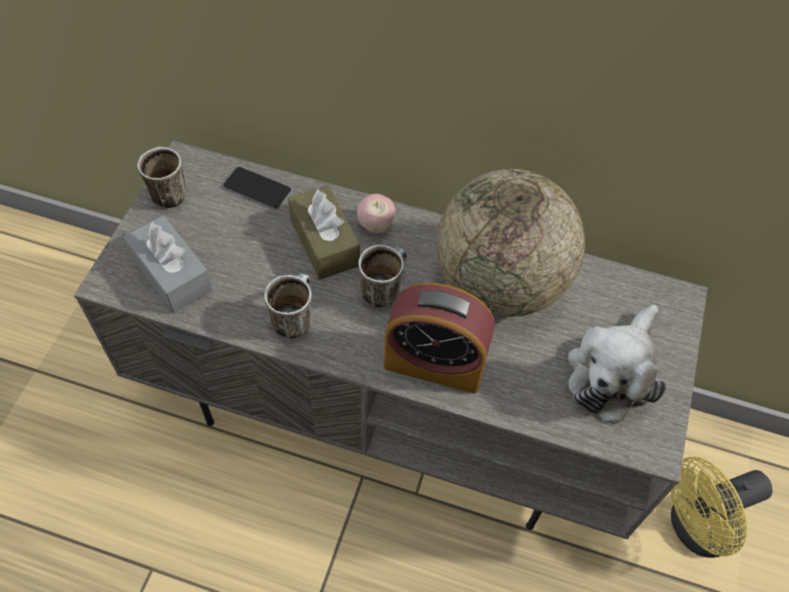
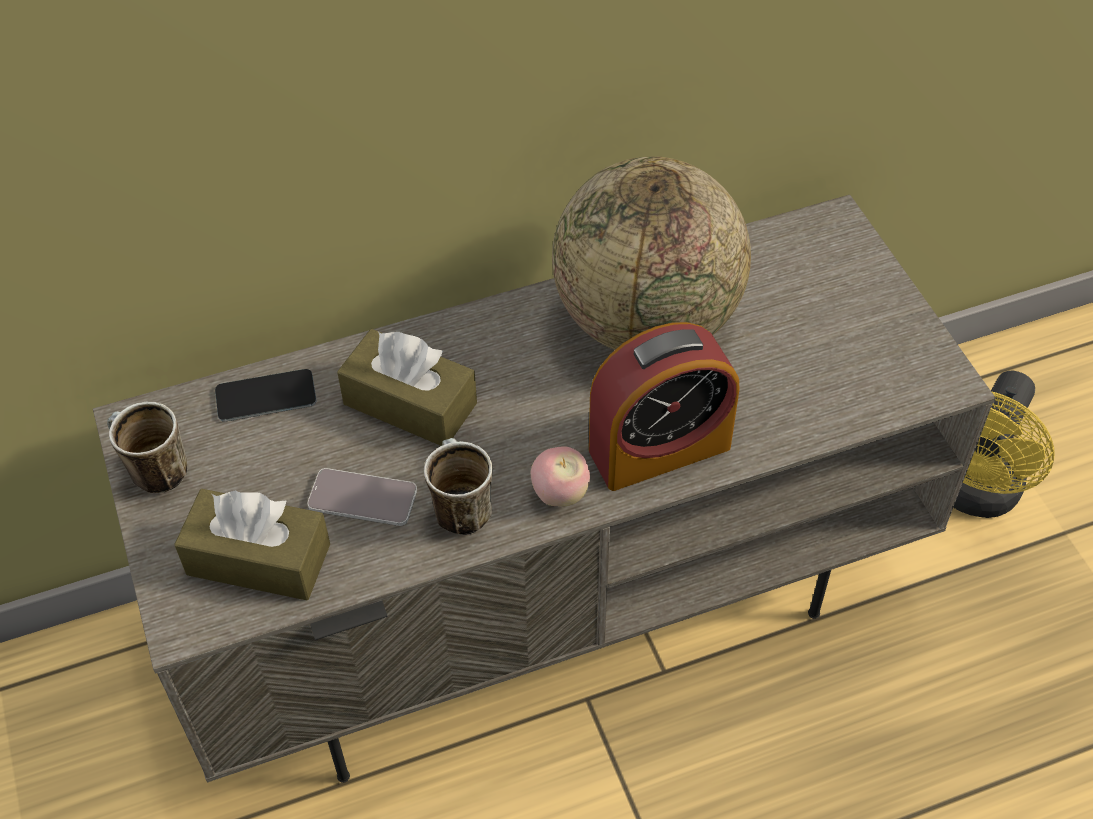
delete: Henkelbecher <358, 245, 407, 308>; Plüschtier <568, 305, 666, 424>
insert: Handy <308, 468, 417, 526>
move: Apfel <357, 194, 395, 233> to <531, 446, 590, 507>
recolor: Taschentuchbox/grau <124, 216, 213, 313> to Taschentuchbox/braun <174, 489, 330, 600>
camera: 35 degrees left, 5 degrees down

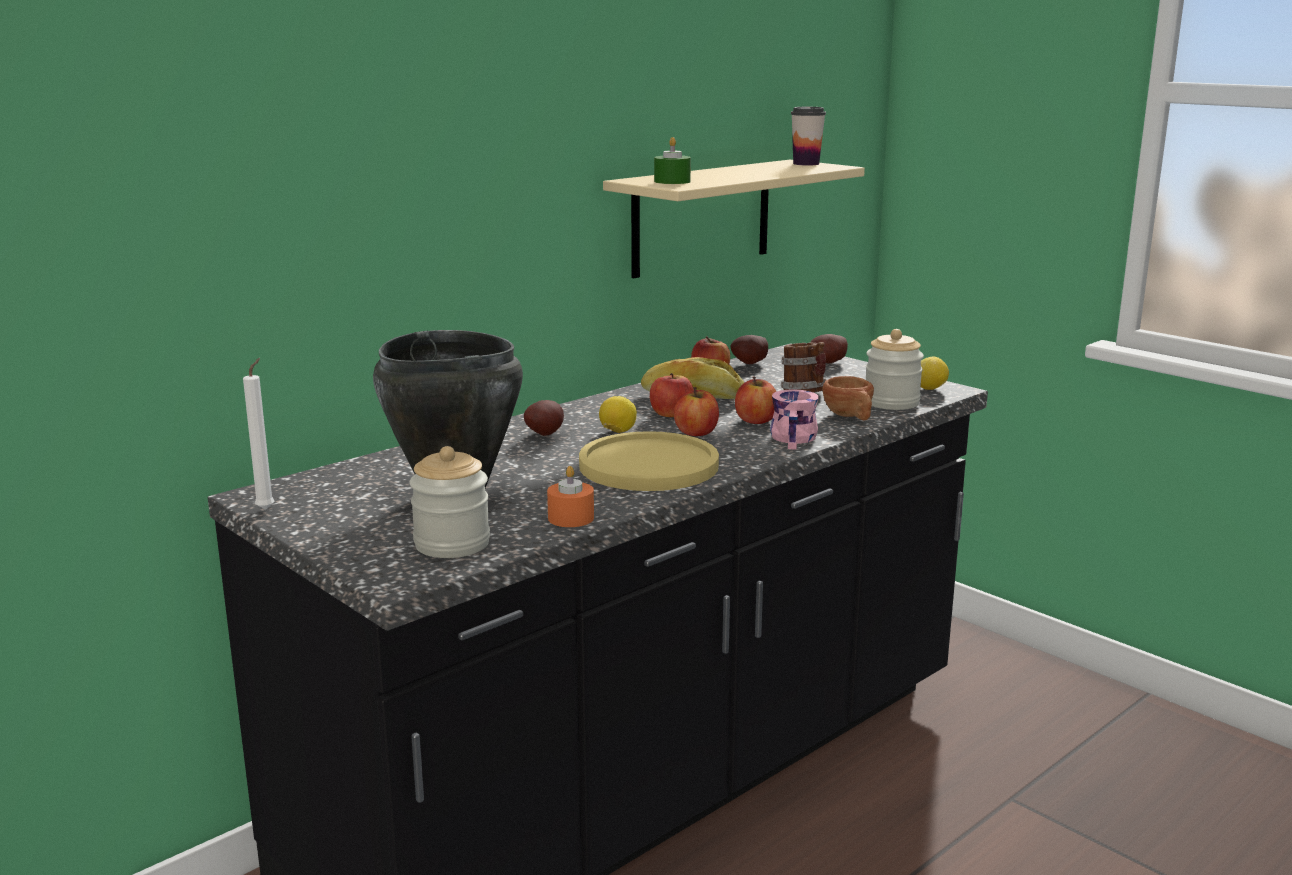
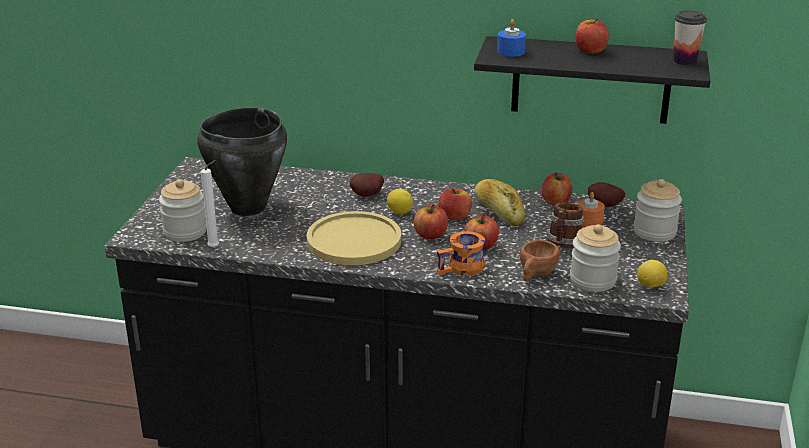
insert: Apfel <576, 19, 609, 54>
move: Kerze/weiß <243, 358, 275, 510> to <201, 160, 219, 248>; Kerze/orange <547, 466, 594, 527> to <577, 192, 605, 227>
replace: Kartoffel <810, 334, 848, 363> to Vorratsglas <633, 179, 682, 242>
recolor: Wandregal/beige <603, 160, 865, 278> to Wandregal/schwarz <474, 36, 711, 124>; Kerze/grün <654, 137, 691, 184> to Kerze/blau <497, 19, 526, 57>; Henkelbecher/rosa <770, 389, 819, 450> to Henkelbecher/orange <437, 231, 485, 276>
camera: 55 degrees right, 10 degrees up

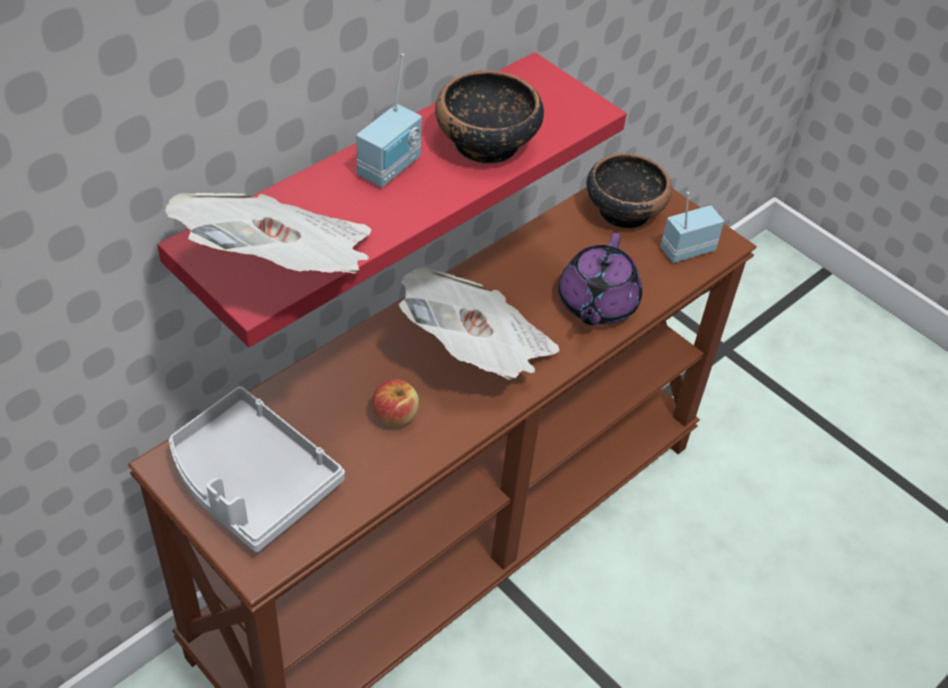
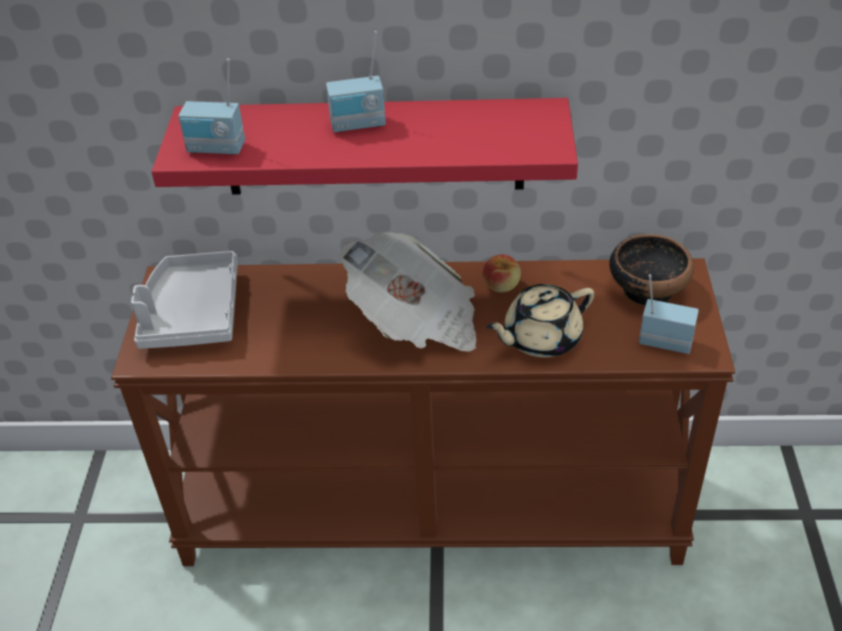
delete: Schüssel <435, 70, 544, 164>
move: Apfel <373, 379, 419, 427> to <483, 255, 521, 293>
replace: Zeitung <165, 193, 372, 274> to Radio <178, 59, 245, 155>
recolor: Teekanne/lila <559, 233, 642, 325> to Teekanne/beige <486, 284, 594, 357>
camera: 50 degrees right, 5 degrees down

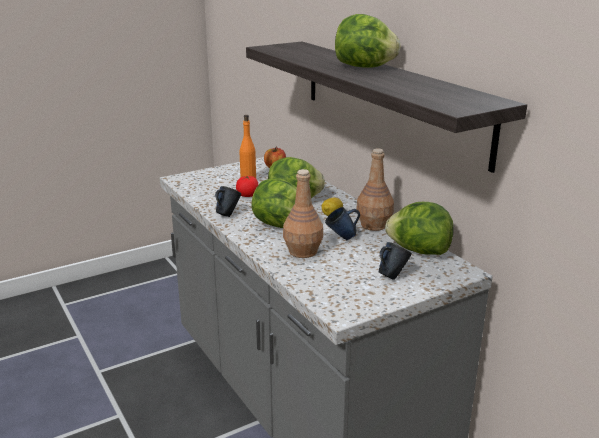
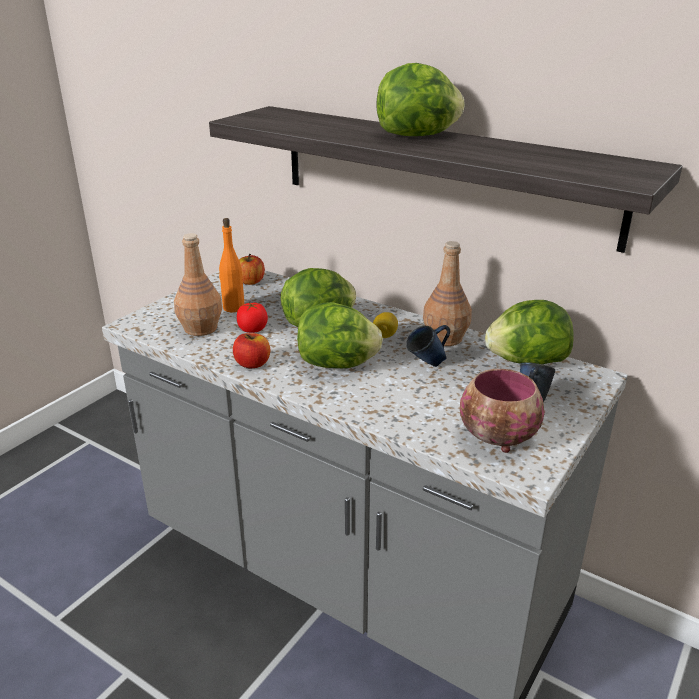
insert: Schüssel <460, 369, 545, 453>
move: Flasche/braun <283, 169, 323, 258> to <174, 233, 222, 336>
replace: Henkelbecher/blau <215, 186, 241, 217> to Apfel <233, 333, 270, 368>
camera: 25 degrees left, 5 degrees up

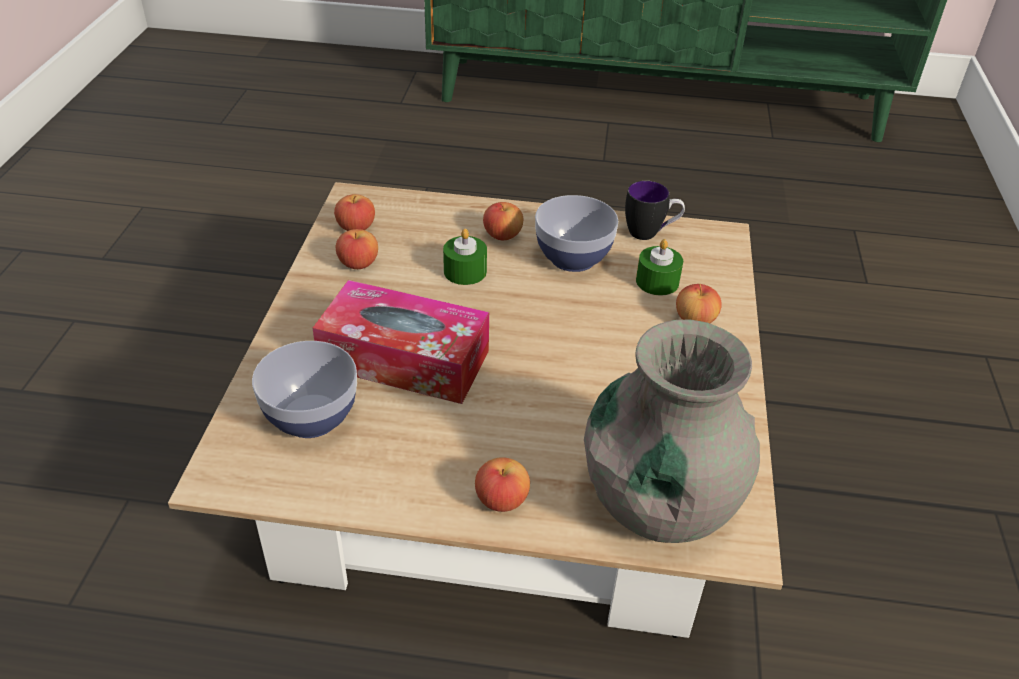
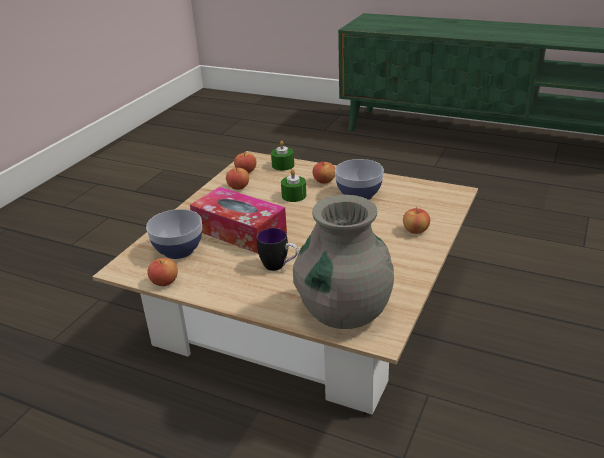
move: Apfel <475, 457, 530, 512> to <147, 258, 178, 286>; Henkelbecher <625, 181, 685, 240> to <257, 228, 298, 271>; Kerze/grün <636, 239, 683, 296> to <271, 141, 294, 171>
camera: 20 degrees right, 10 degrees down

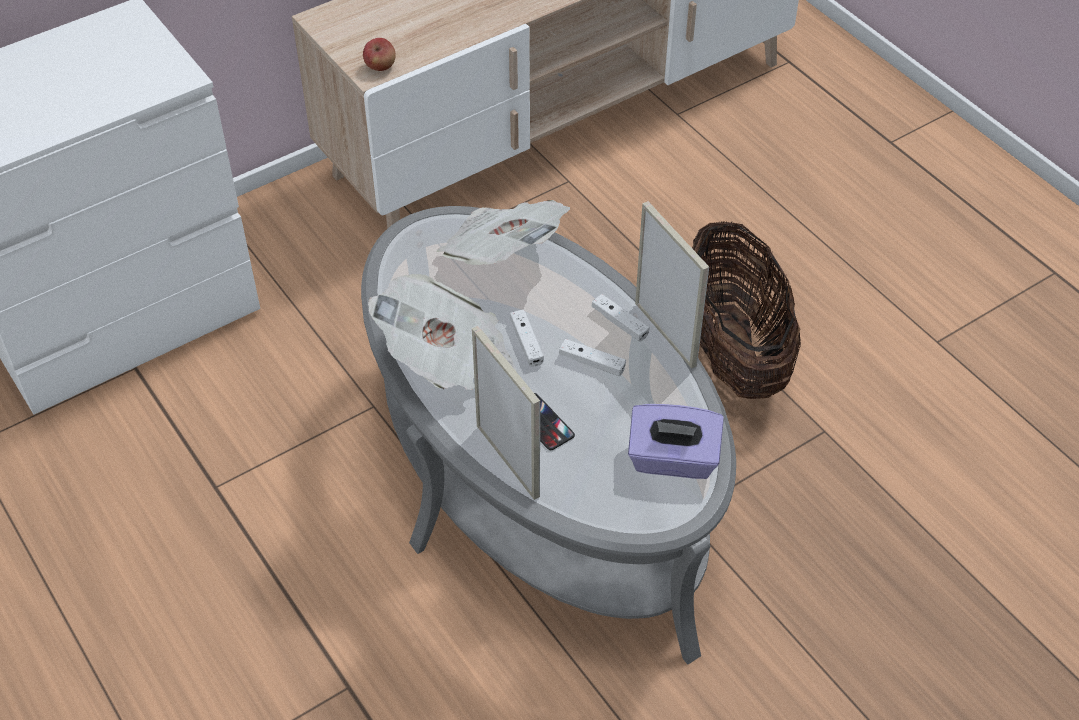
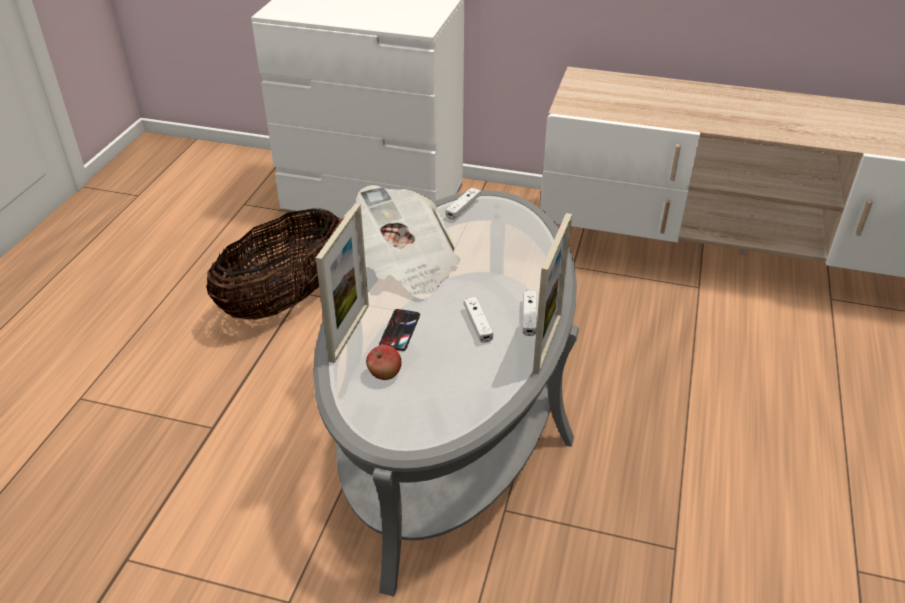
delete: Zeitung <436, 200, 570, 265>; Taschentuchbox/lila <628, 404, 724, 479>
move: Apfel <363, 38, 396, 71> to <366, 345, 401, 380>; Gamepad/weiß <510, 309, 544, 367> to <446, 187, 481, 220>; Korb <692, 221, 801, 399> to <206, 208, 341, 320>
camera: 50 degrees right, 10 degrees down

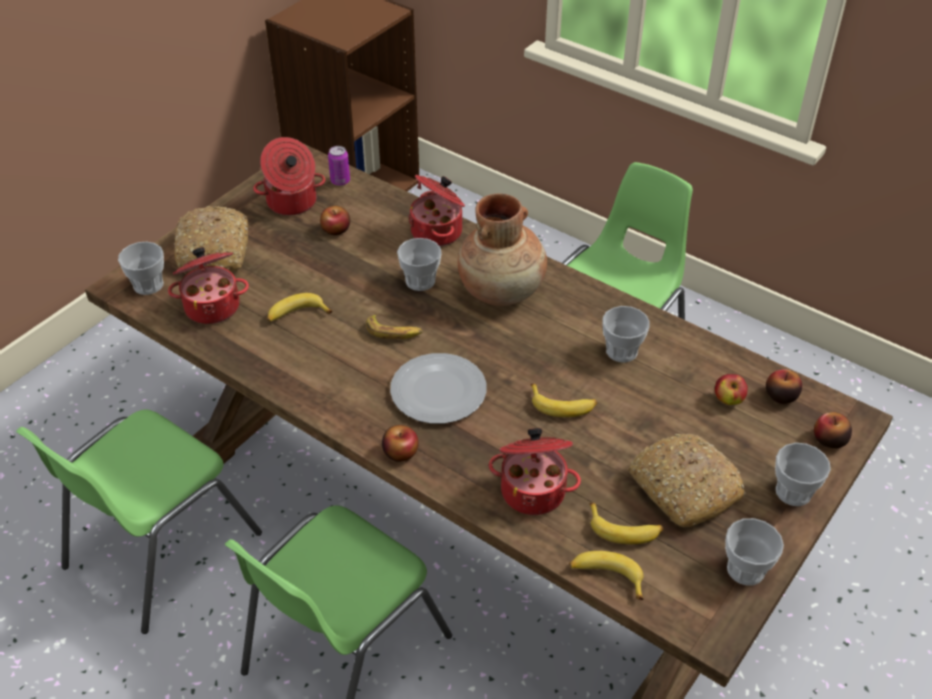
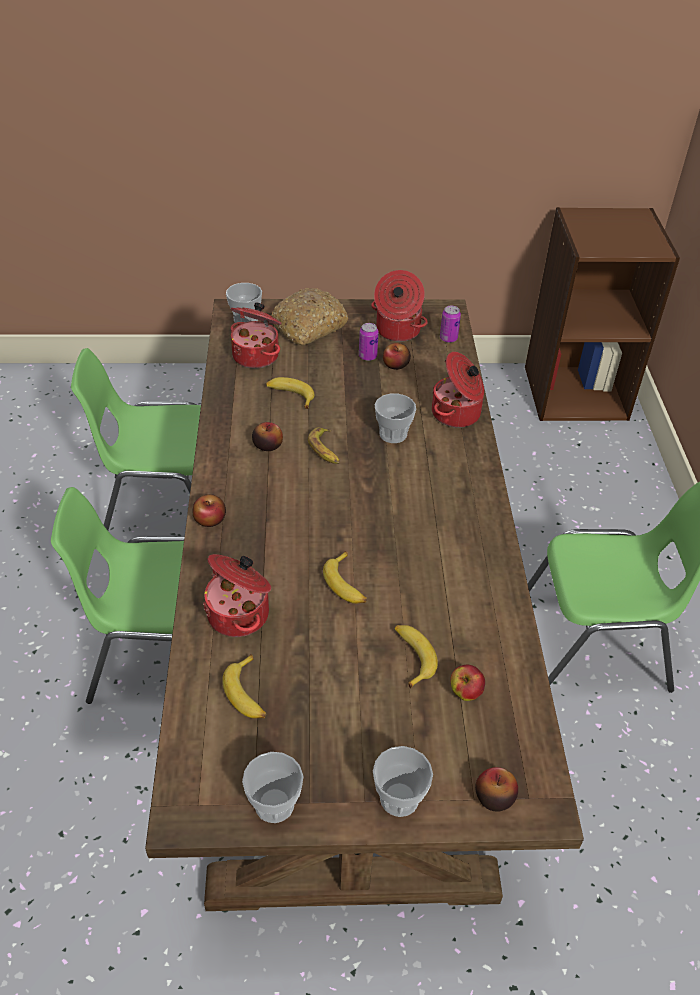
delete: Teller <390, 353, 487, 424>; Vase/braun <458, 194, 547, 306>; Tasse <602, 306, 650, 363>; Brot <628, 434, 746, 527>
insert: Dose <359, 323, 379, 361>
move: Banane <569, 551, 643, 600> to <395, 625, 438, 689>; Apfel <766, 369, 802, 404> to <252, 422, 283, 451>
camera: 50 degrees right, 0 degrees up

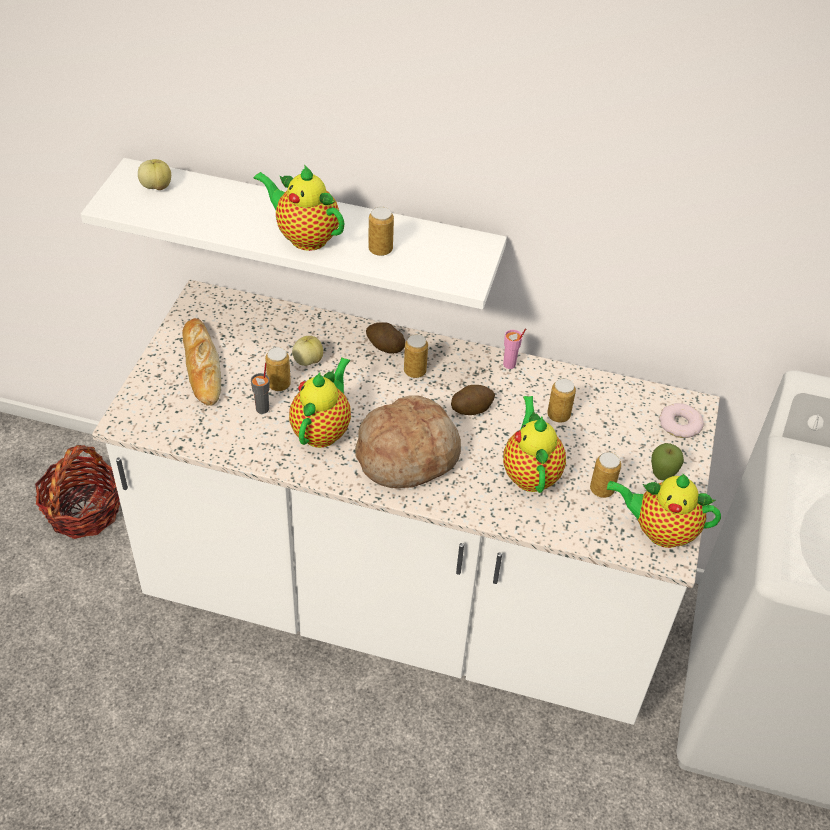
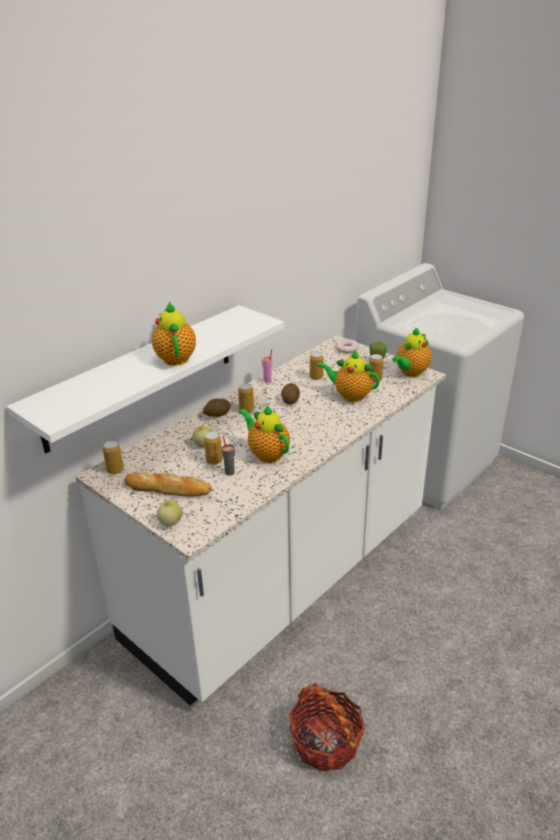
delete: Brot <355, 395, 461, 488>
move: Korb <35, 445, 120, 539> to <289, 683, 365, 771>; Apfel <138, 159, 171, 190> to <157, 501, 182, 526>; Dose <368, 207, 394, 256> to <103, 441, 124, 474>
rotate: Teekanne <253, 165, 344, 251> = <152, 301, 196, 366> 105 degrees clockwise
camera: 60 degrees left, 15 degrees down

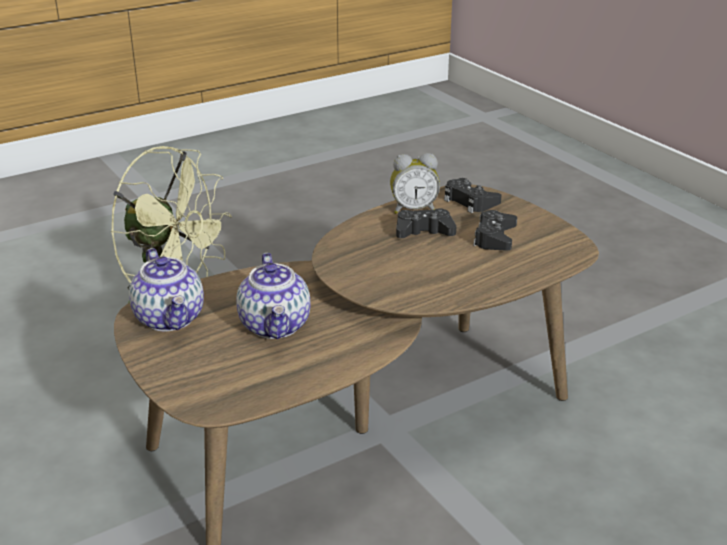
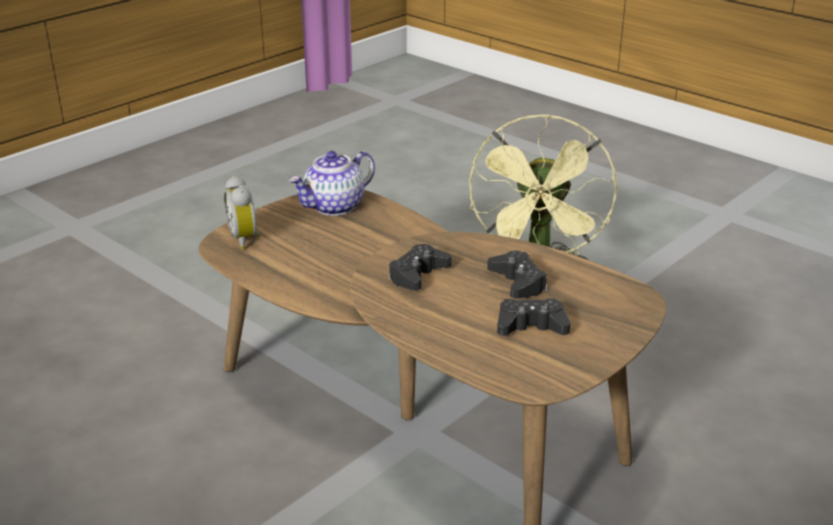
delete: Teekanne <236, 253, 311, 339>
move: Wecker <390, 153, 440, 214> to <224, 176, 260, 250>; Gamepad/schwarz <444, 178, 501, 213> to <389, 244, 452, 291>
camera: 75 degrees right, 0 degrees up

